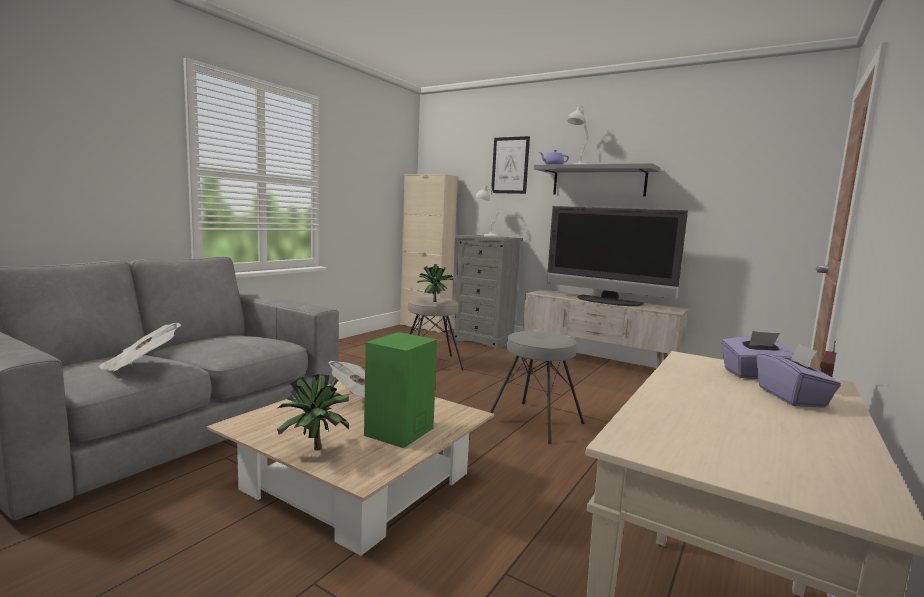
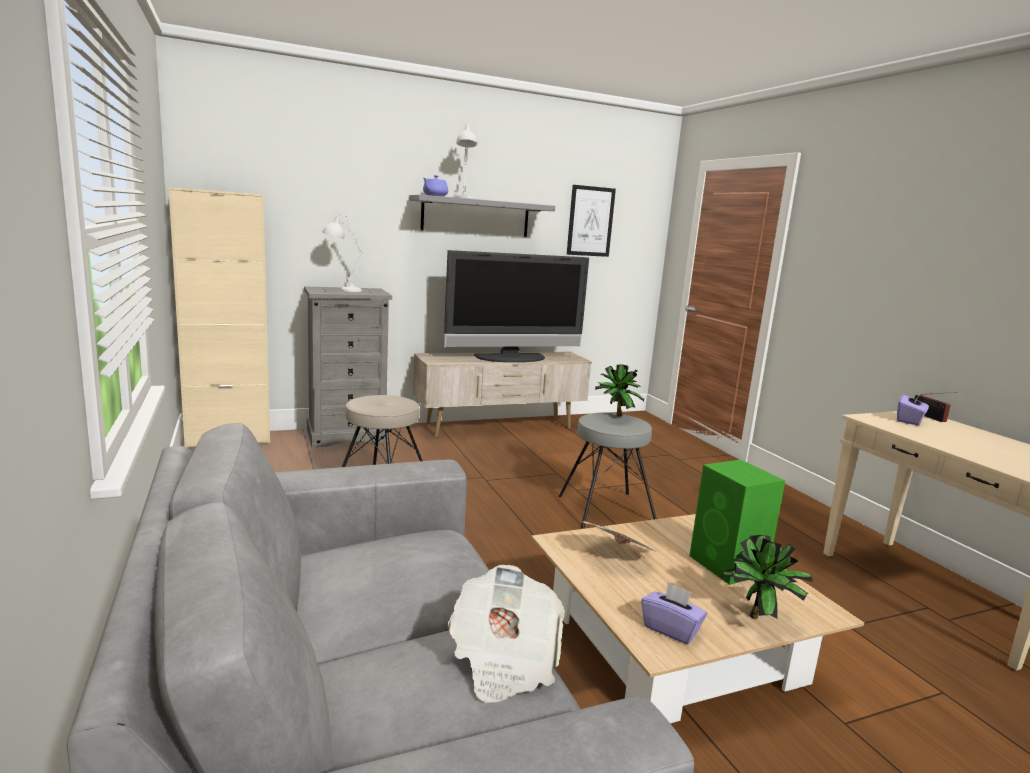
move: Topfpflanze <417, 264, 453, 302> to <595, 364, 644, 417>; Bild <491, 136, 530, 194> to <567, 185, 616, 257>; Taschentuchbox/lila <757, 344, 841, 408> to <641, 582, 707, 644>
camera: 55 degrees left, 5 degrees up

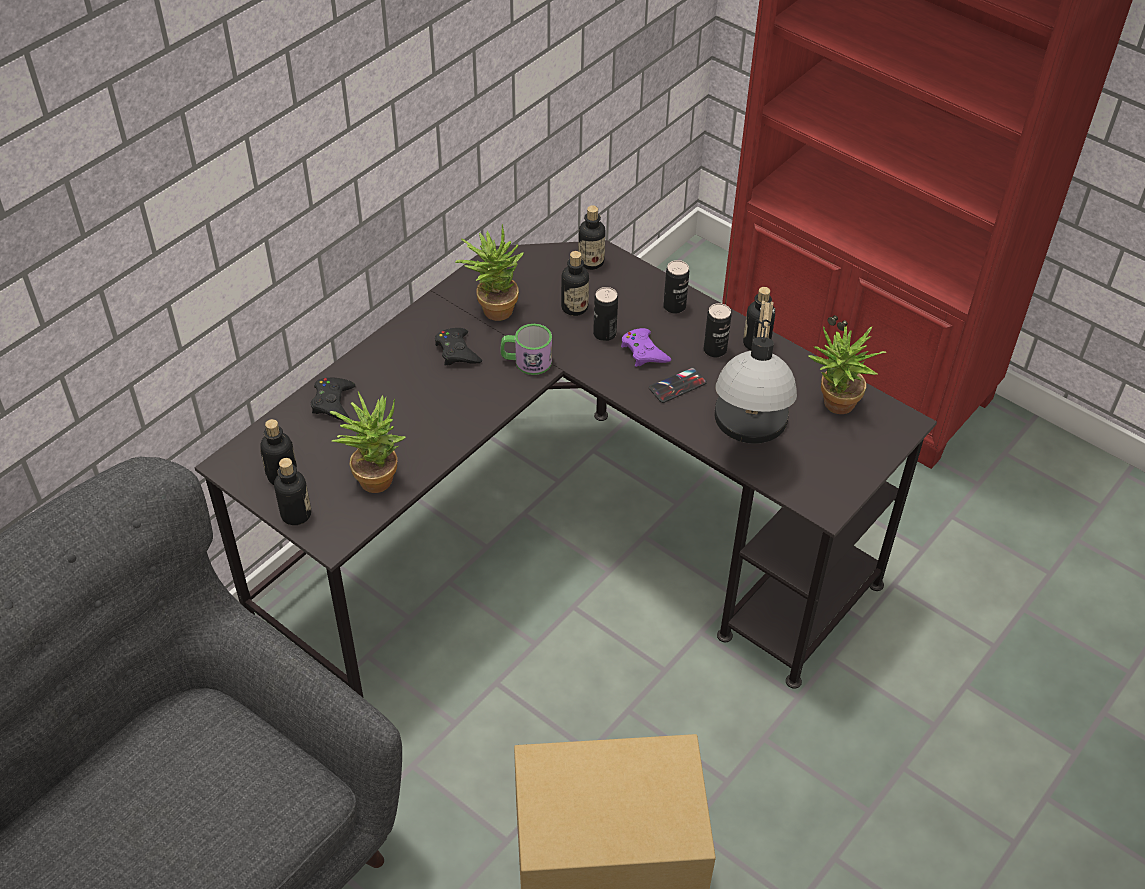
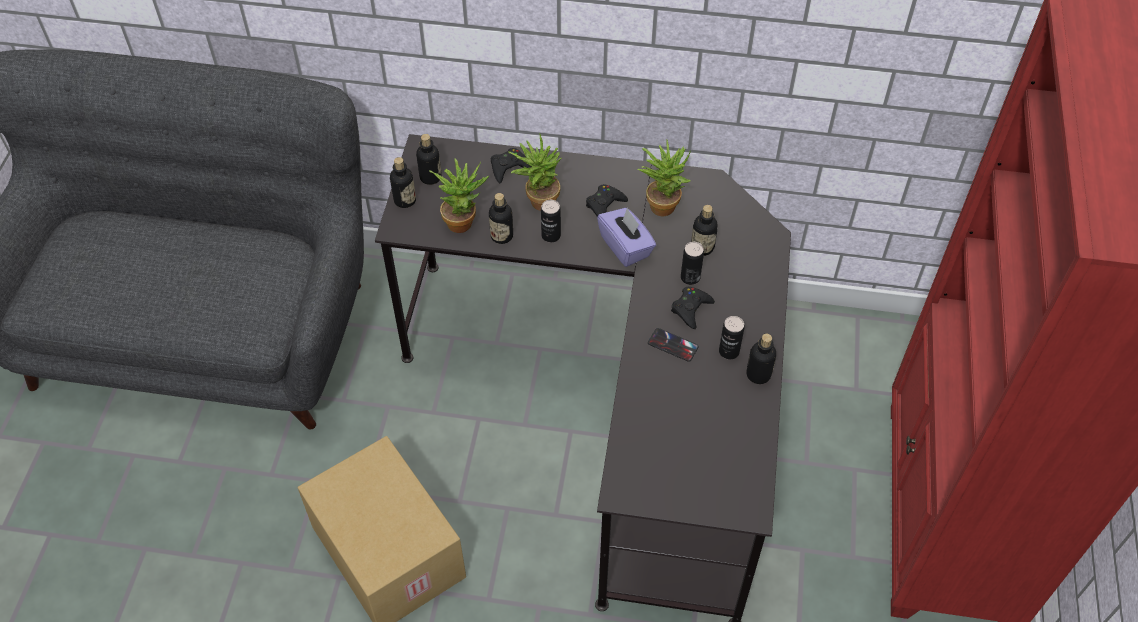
delete: Tischlampe <714, 300, 797, 444>
move: Flasche <578, 205, 606, 270> to <489, 193, 513, 244>; Dose <663, 260, 689, 314> to <541, 200, 561, 242>; Topfpflanze <808, 326, 886, 414> to <508, 134, 562, 211>
replace: Henkelbecher <500, 324, 552, 375> to Taschentuchbox/lila <597, 207, 656, 267>
recolor: Gamepad/lila <621, 328, 671, 367> to Gamepad/schwarz <671, 287, 715, 329>
camera: 60 degrees right, 5 degrees up

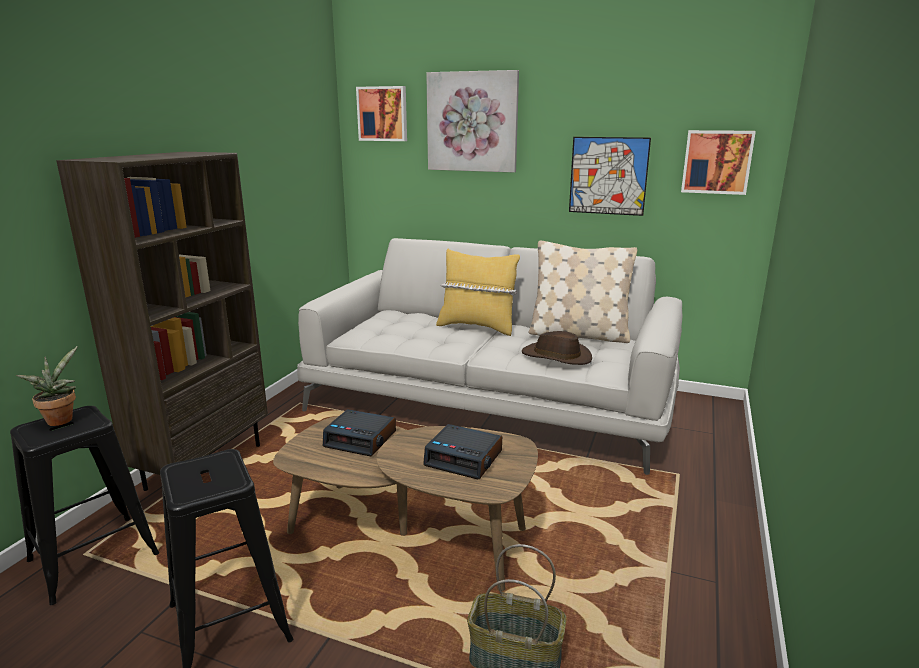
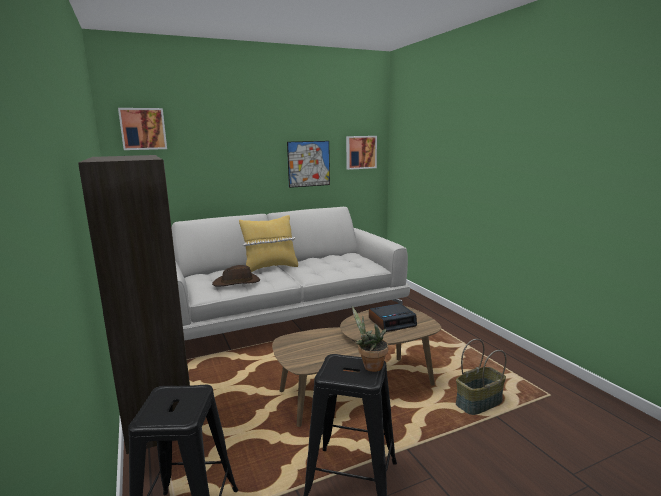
delete: Wecker <323, 409, 396, 456>; Bild <426, 70, 519, 172>; Kissen/beige <528, 240, 637, 343>
move: Topfpflanze <16, 346, 78, 426> to <352, 306, 388, 372>; Hut/braun <522, 331, 592, 365> to <212, 265, 260, 287>
camera: 45 degrees left, 5 degrees down

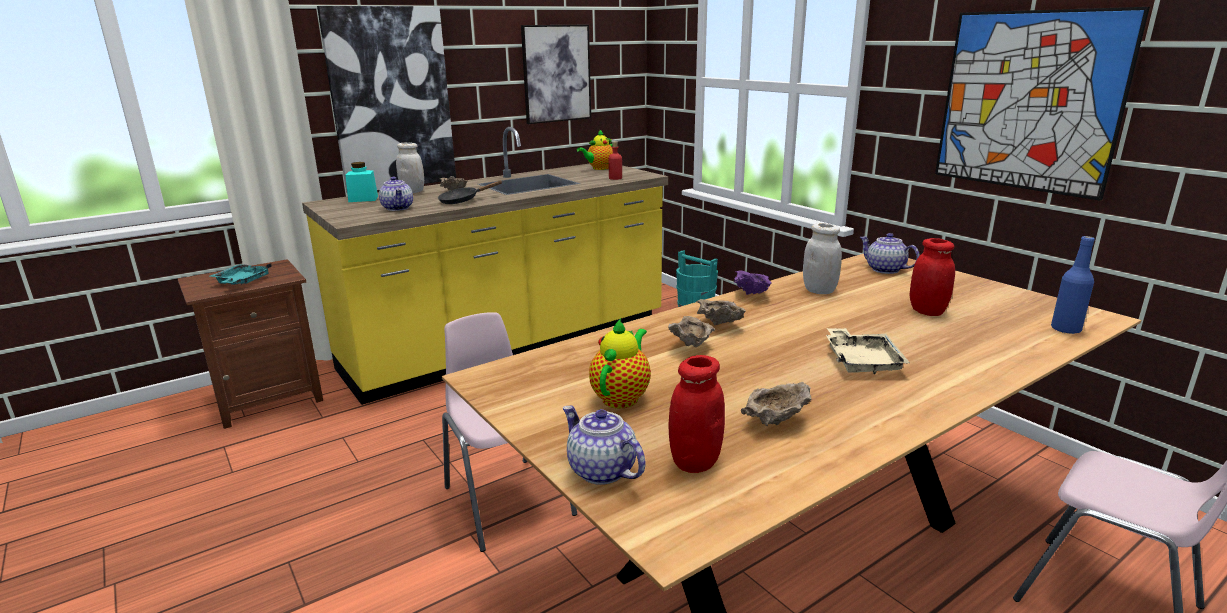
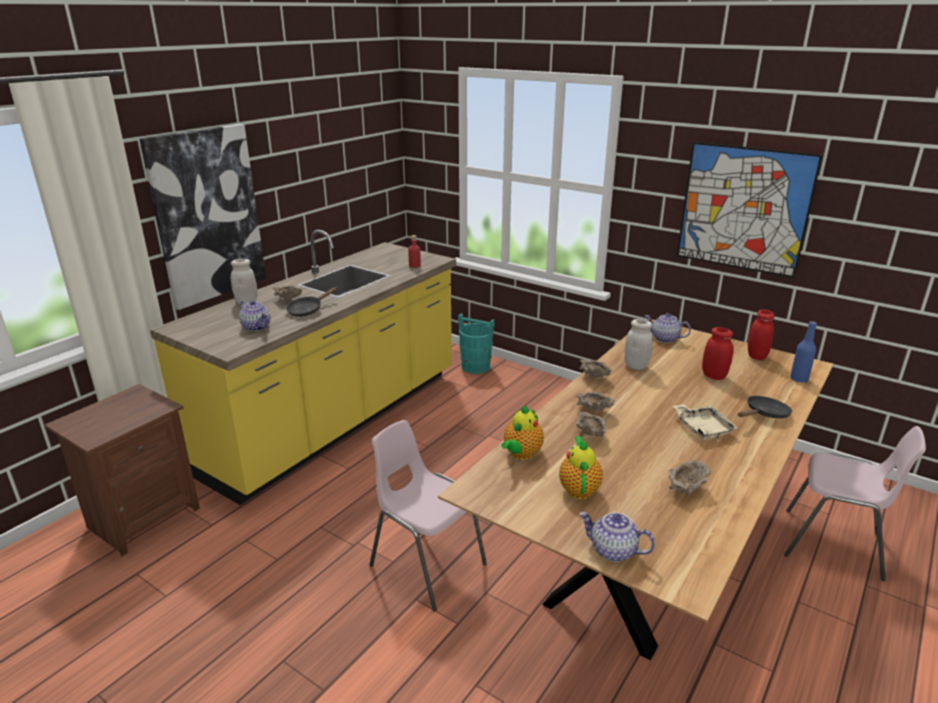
delete: Tablett/türkis <210, 264, 272, 285>; Vorratsglas/türkis <345, 162, 378, 202>; Bild <521, 25, 591, 124>
insert: Pfanne/schwarz <738, 396, 792, 419>
move: Teekanne <577, 129, 613, 170> to <501, 405, 544, 460>; Vorratsglas/rot <668, 355, 725, 473> to <748, 310, 775, 360>
recolor: Schüssel/lila <734, 270, 772, 295> to Schüssel/beige <579, 359, 612, 378>
camera: 20 degrees left, 5 degrees up

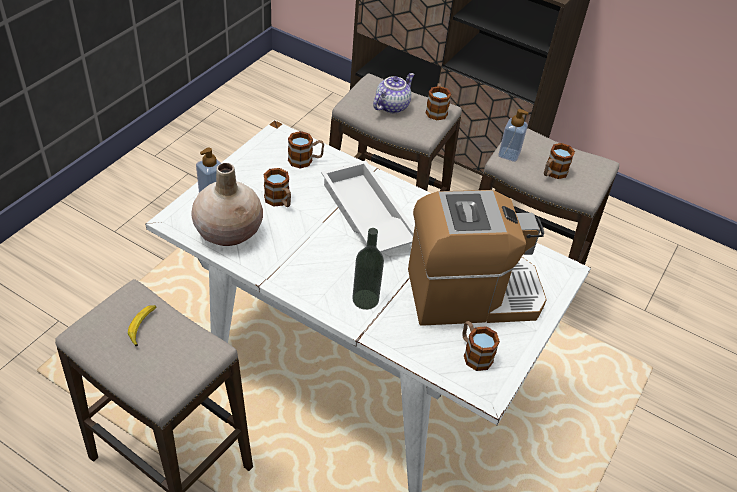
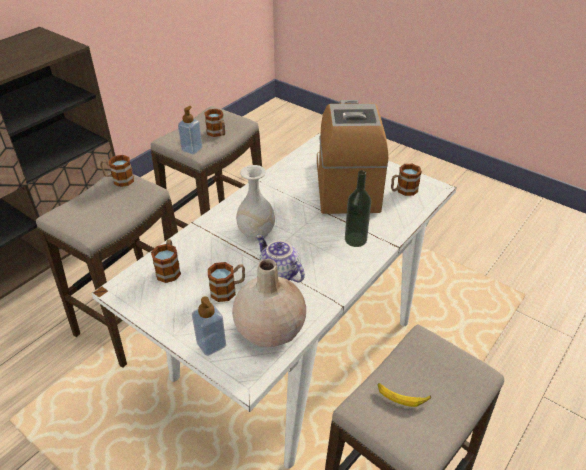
move: Teekanne <373, 73, 415, 113> to <256, 234, 305, 282>
replace: Tablett/weiß <321, 160, 414, 252> to Vase/weiß <236, 165, 275, 241>
camera: 80 degrees left, 5 degrees down

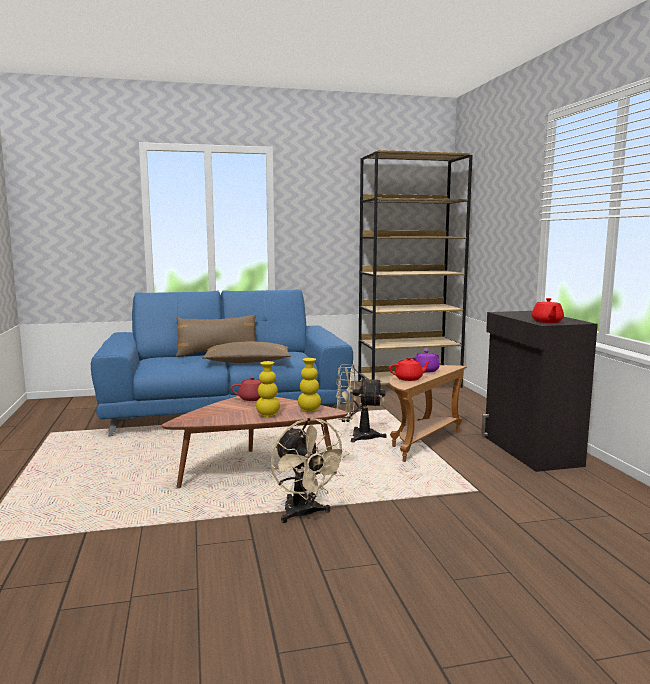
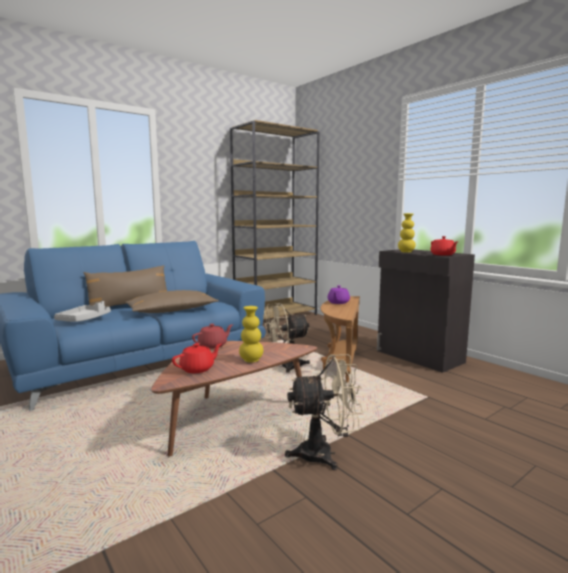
insert: Tablett/grau <54, 301, 111, 322>
move: Vase/gelb <298, 358, 321, 412> to <398, 213, 416, 253>; Teekanne/rot <389, 357, 431, 381> to <172, 343, 222, 373>
rotate: Ventilator/beige <271, 418, 349, 523> = <285, 354, 363, 471> 45 degrees counterclockwise
camera: 25 degrees left, 0 degrees up

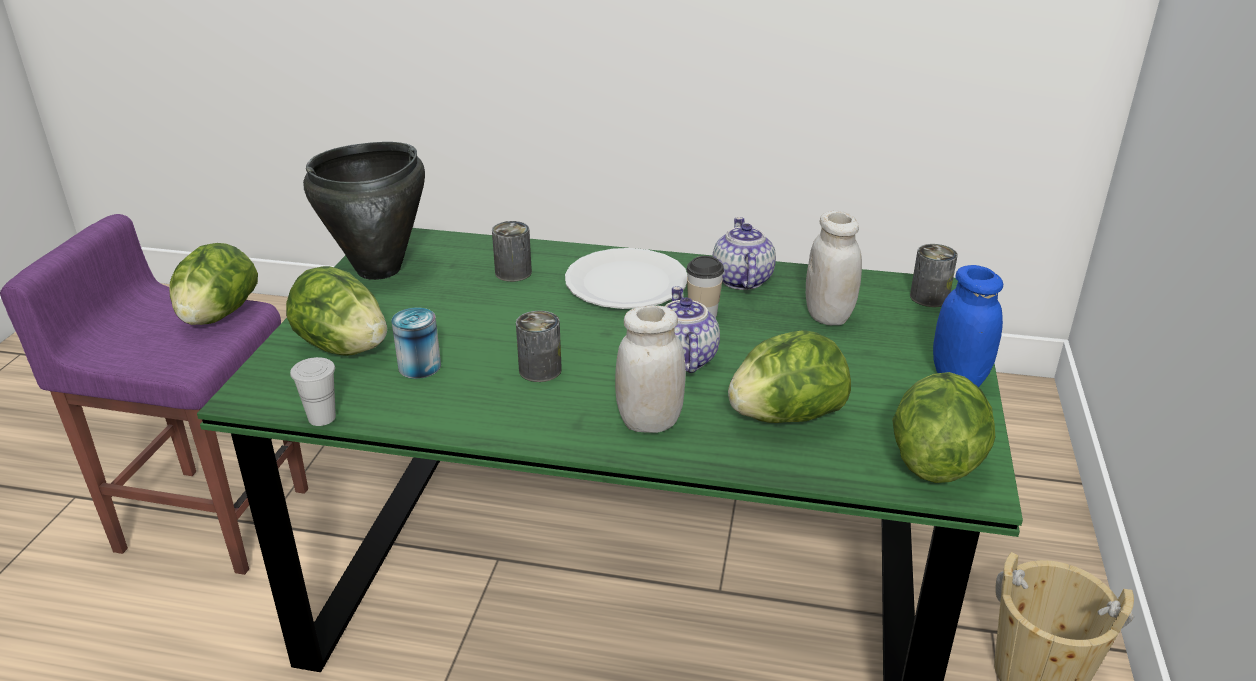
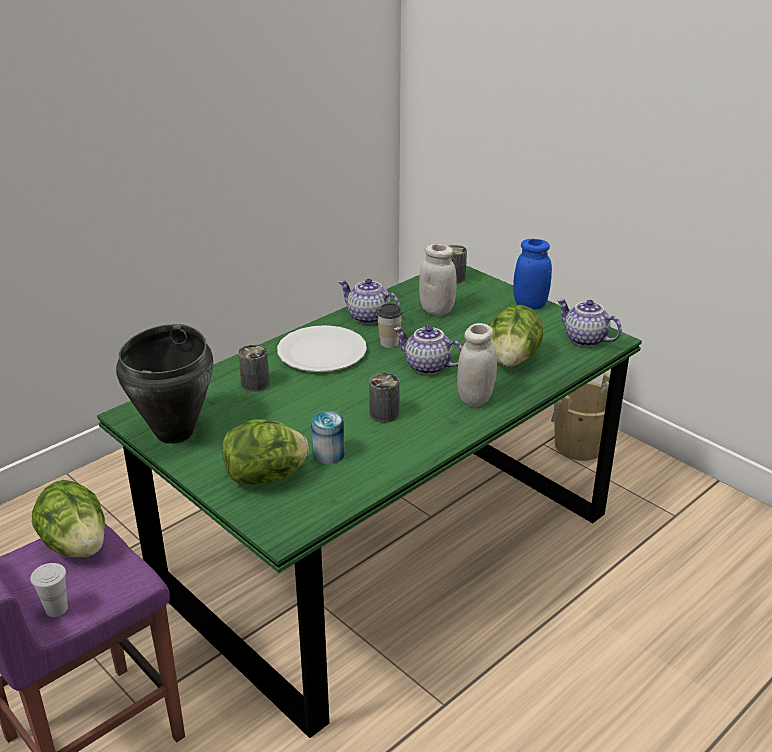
move: Tasse/weiß <290, 357, 336, 426> to <30, 563, 68, 617>
replace: Salatkopf <892, 372, 995, 483> to Teekanne <557, 299, 622, 347>
camera: 55 degrees left, 0 degrees up

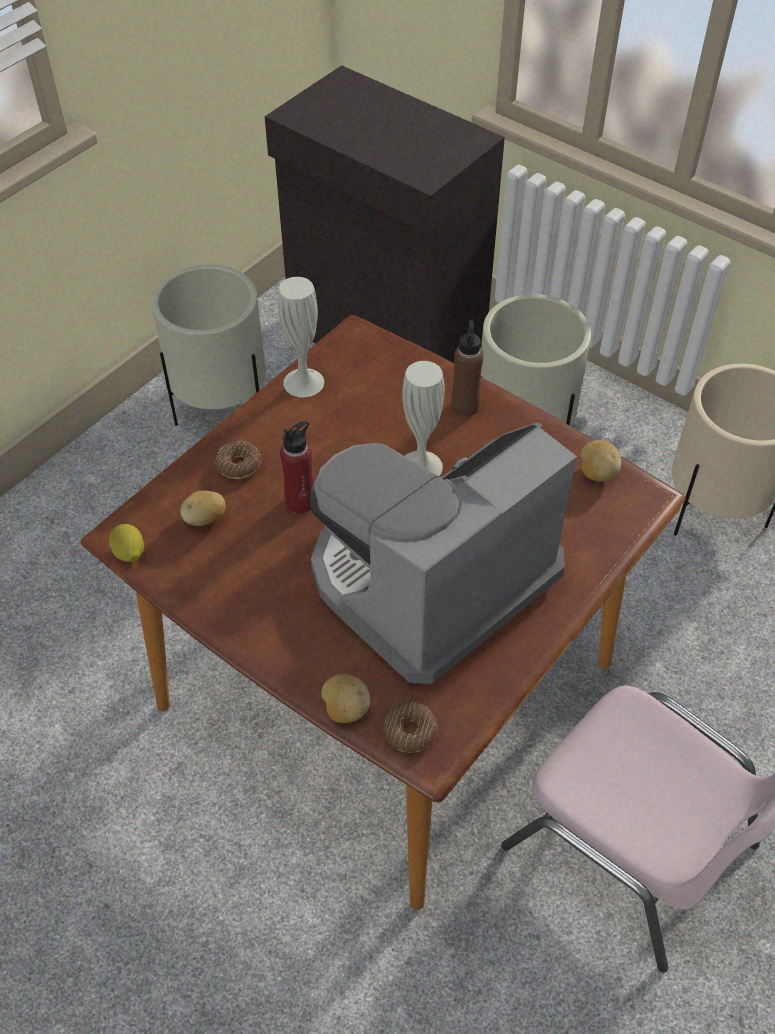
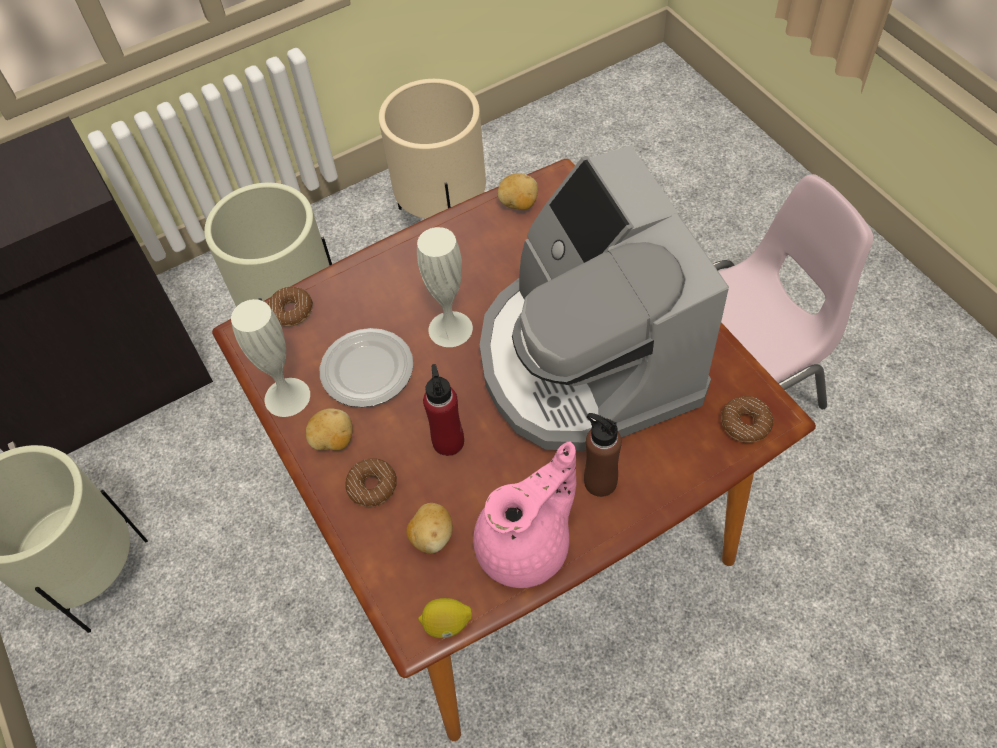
insert: Donut <268, 287, 313, 327>; Teller <320, 328, 413, 407>; Teekanne/rosa <473, 441, 576, 588>
move: Kartoffel <322, 674, 370, 723> to <306, 408, 352, 451>; Flasche/braun <451, 320, 484, 416> to <584, 413, 622, 497>
camera: 65 degrees left, 5 degrees up

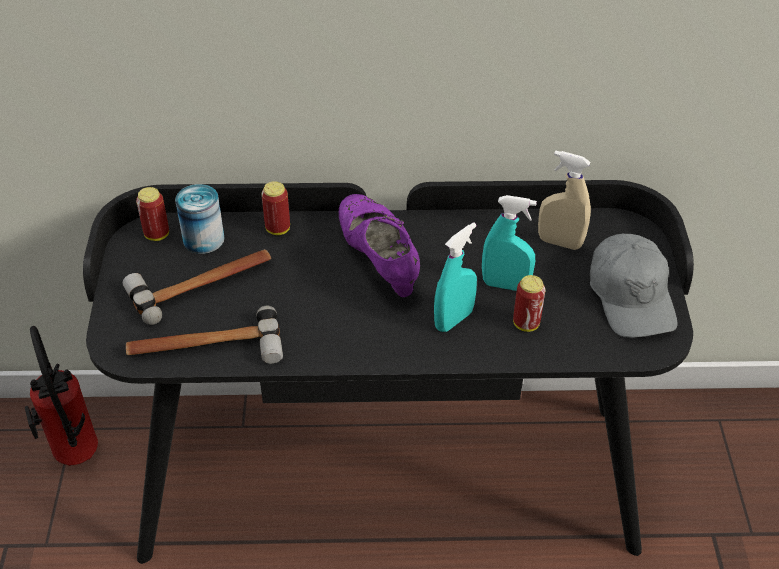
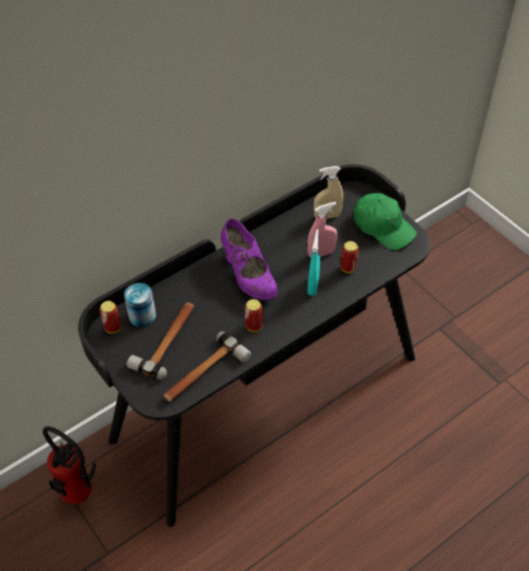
move: Dose <261, 181, 290, 235> to <245, 299, 263, 332>
recolor: Sprühflasche/türkis <482, 195, 537, 291> to Sprühflasche/rosa <308, 202, 337, 258>; Kappe/grau <590, 234, 677, 338> to Kappe/grün <353, 193, 417, 250>
rotate: Schuh/lila <339, 194, 420, 297> = <221, 219, 277, 300> 150 degrees counterclockwise
camera: 35 degrees left, 5 degrees up

